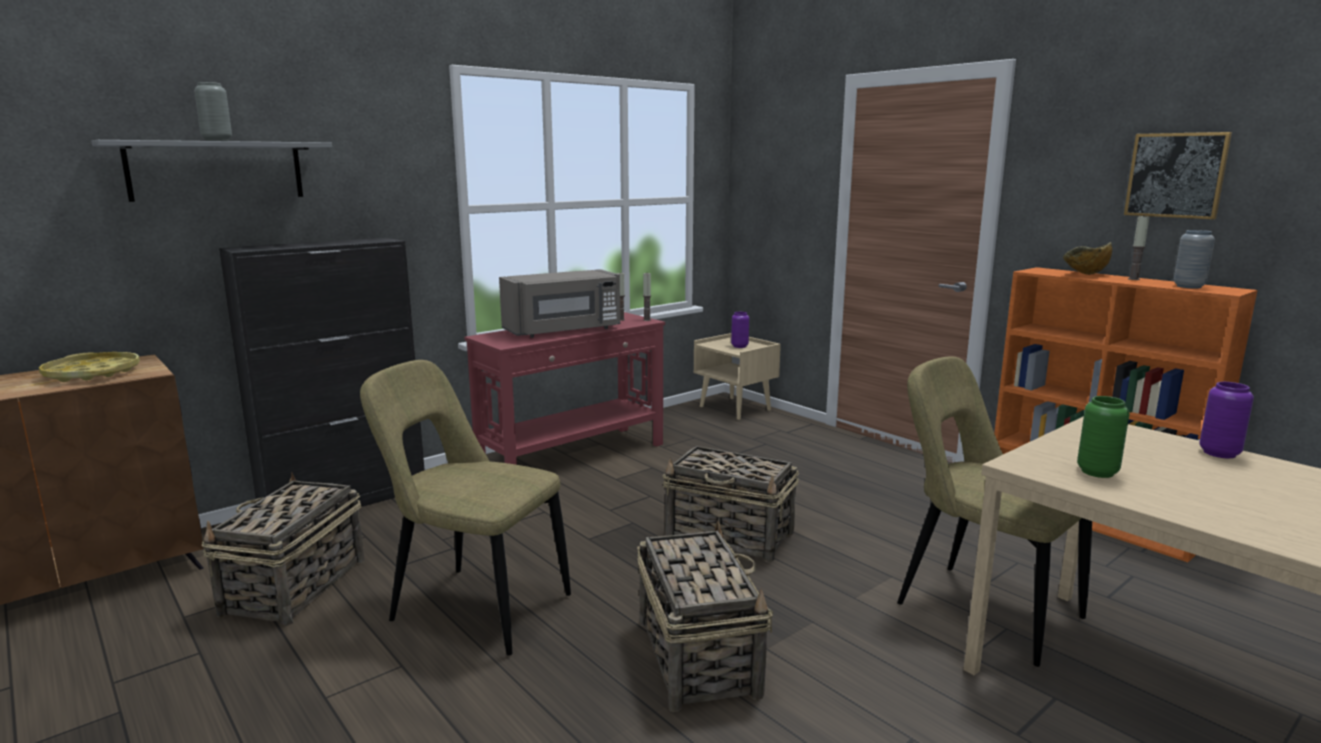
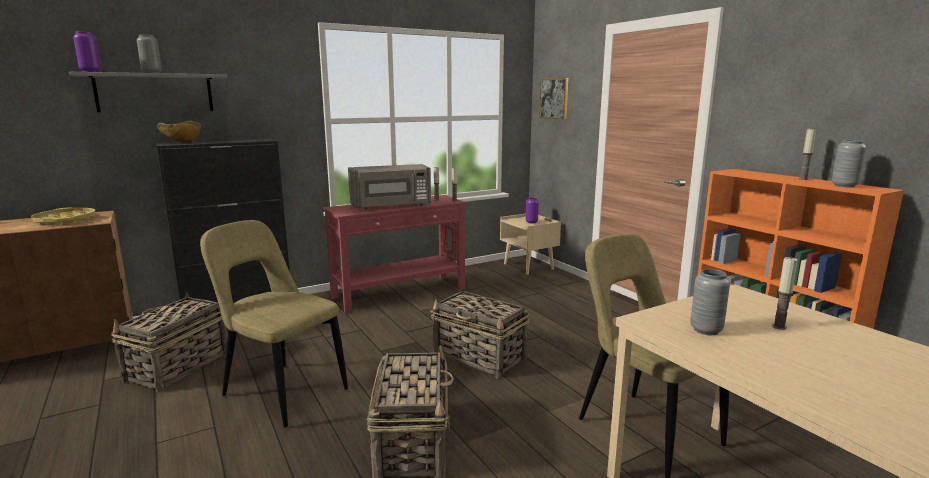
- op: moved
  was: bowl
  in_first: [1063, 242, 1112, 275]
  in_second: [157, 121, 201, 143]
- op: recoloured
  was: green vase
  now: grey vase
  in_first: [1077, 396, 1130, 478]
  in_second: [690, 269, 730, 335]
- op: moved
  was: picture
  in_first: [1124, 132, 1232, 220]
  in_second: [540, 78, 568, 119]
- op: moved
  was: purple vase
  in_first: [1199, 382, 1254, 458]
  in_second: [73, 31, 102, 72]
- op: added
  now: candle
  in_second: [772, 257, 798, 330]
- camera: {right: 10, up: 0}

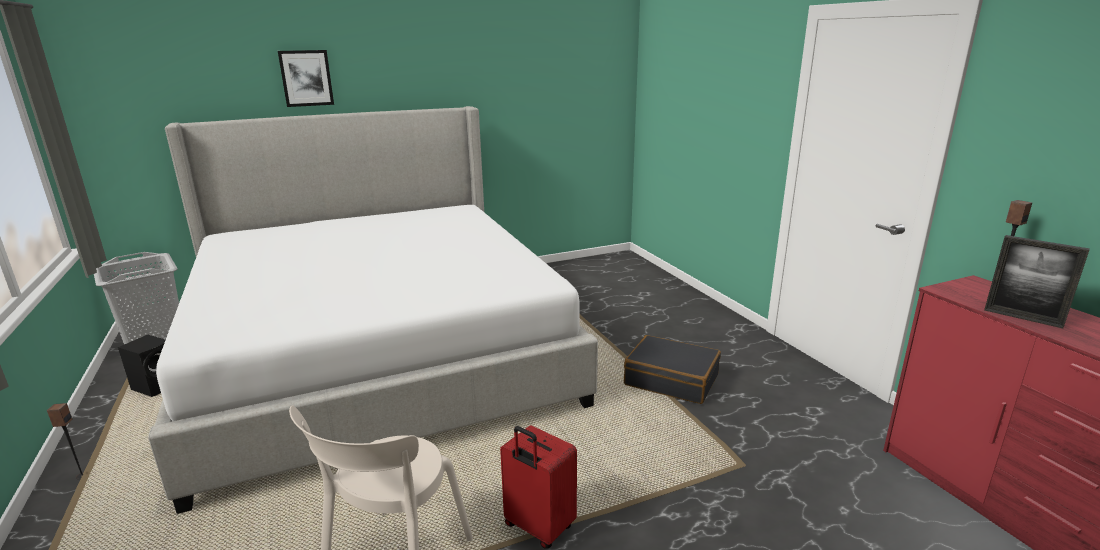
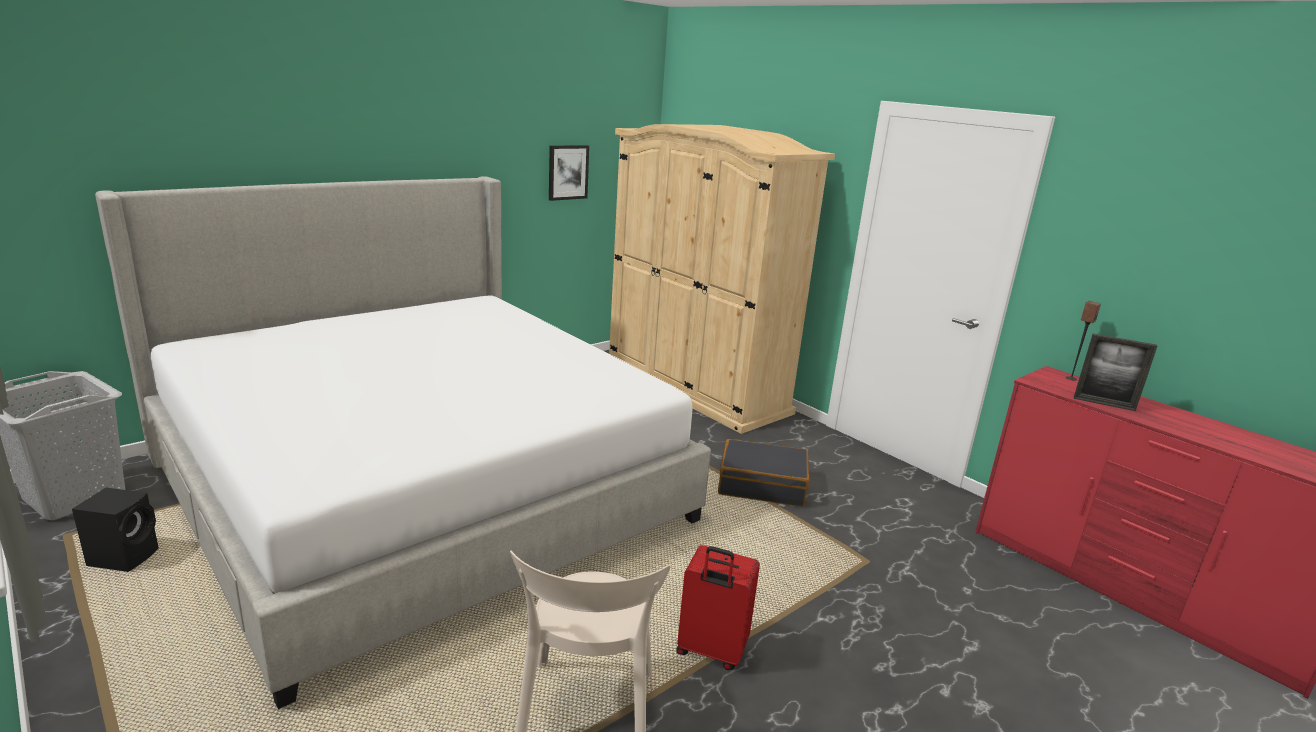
- op: removed
  was: speaker
  in_first: [47, 403, 84, 479]
- op: moved
  was: picture
  in_first: [278, 50, 334, 107]
  in_second: [549, 145, 589, 201]
- op: added
  now: beige wardrobe
  in_second: [609, 124, 835, 434]
- camera: {right: -20, up: 0}

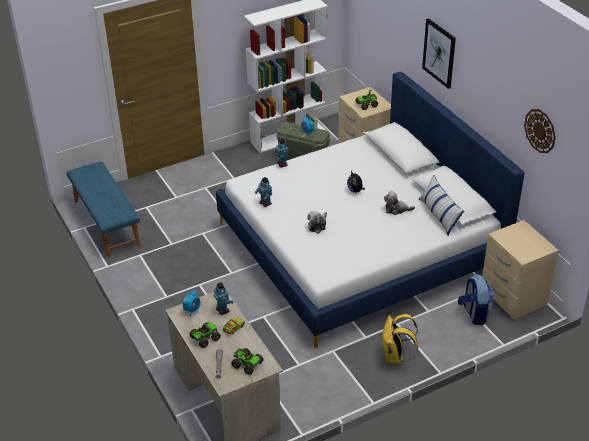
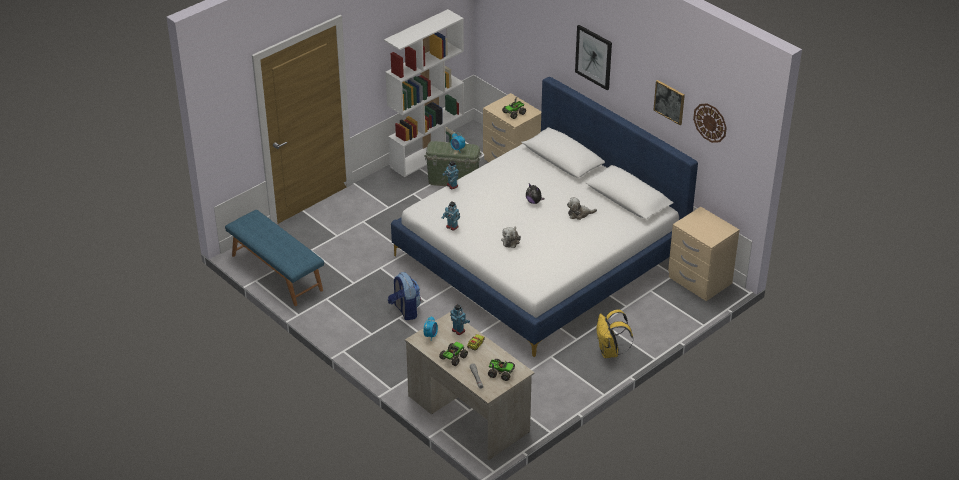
- op: removed
  was: pillow
  in_first: [419, 175, 464, 236]
- op: moved
  was: backpack
  in_first: [458, 275, 494, 325]
  in_second: [388, 272, 421, 320]
- op: added
  now: picture
  in_second: [654, 80, 685, 125]
- camera: {right: -15, up: 0}

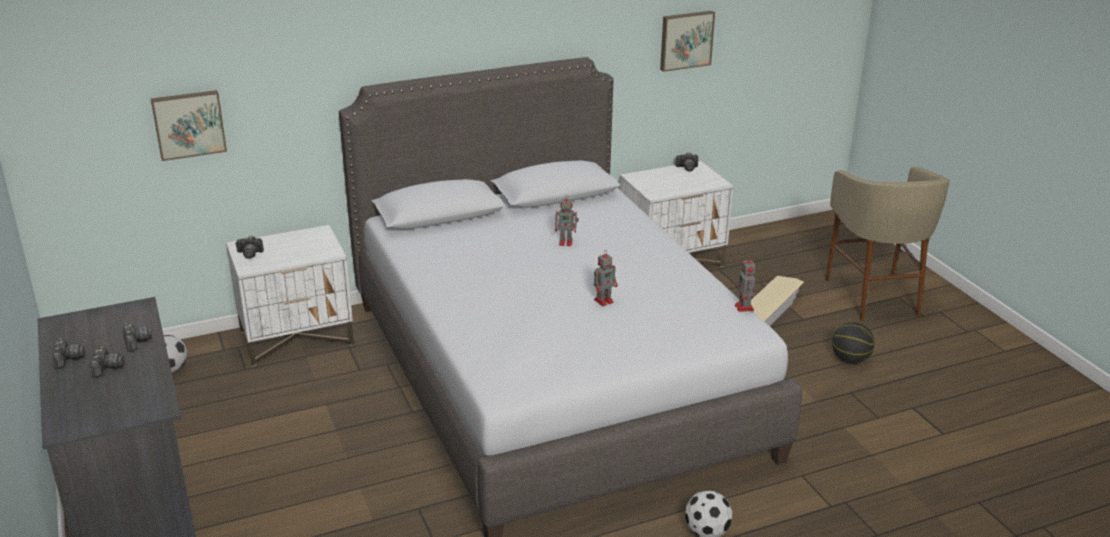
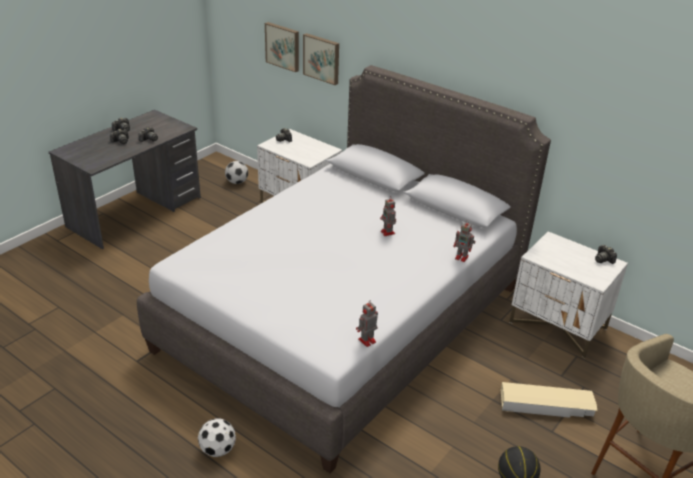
- op: moved
  was: toy robot
  in_first: [594, 251, 618, 306]
  in_second: [454, 220, 476, 262]
- op: moved
  was: picture
  in_first: [660, 11, 715, 72]
  in_second: [303, 33, 339, 85]
- camera: {right: 60, up: 5}

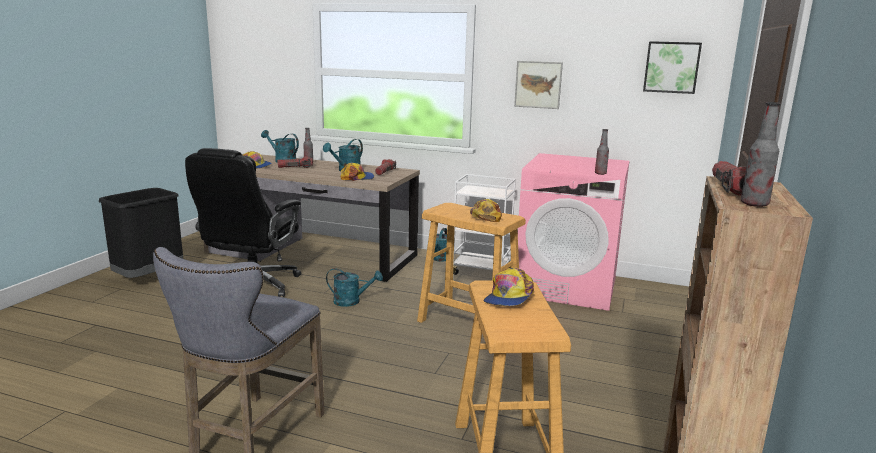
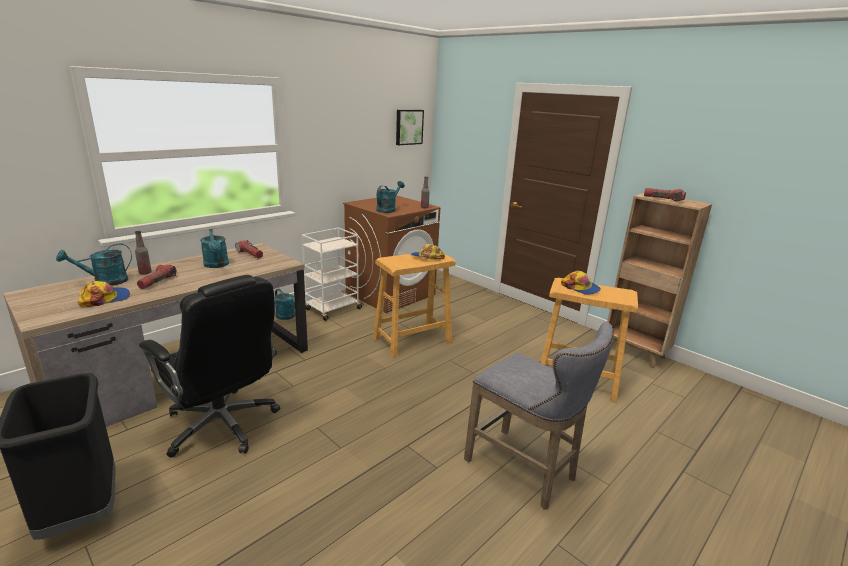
- op: moved
  was: turquoise watering can
  in_first: [326, 268, 383, 307]
  in_second: [376, 181, 405, 213]
- op: removed
  was: cap
  in_first: [340, 163, 374, 181]
- op: removed
  was: picture
  in_first: [514, 61, 563, 109]
- op: recoloured
  was: pink washing machine
  now: brown washing machine
  in_first: [518, 153, 629, 311]
  in_second: [343, 195, 440, 313]
- op: removed
  was: bottle
  in_first: [741, 102, 781, 207]
- camera: {right: -65, up: 5}

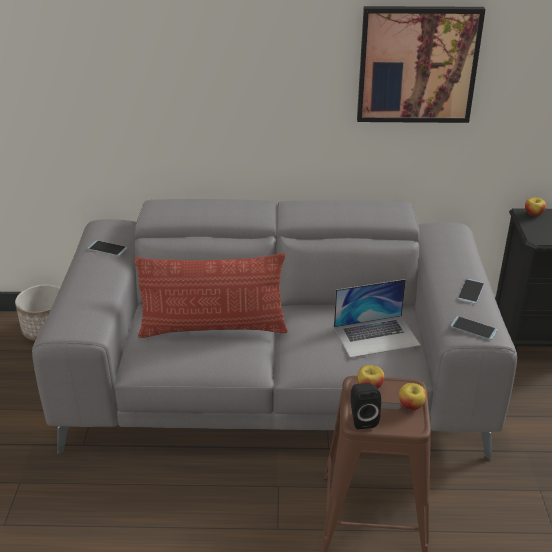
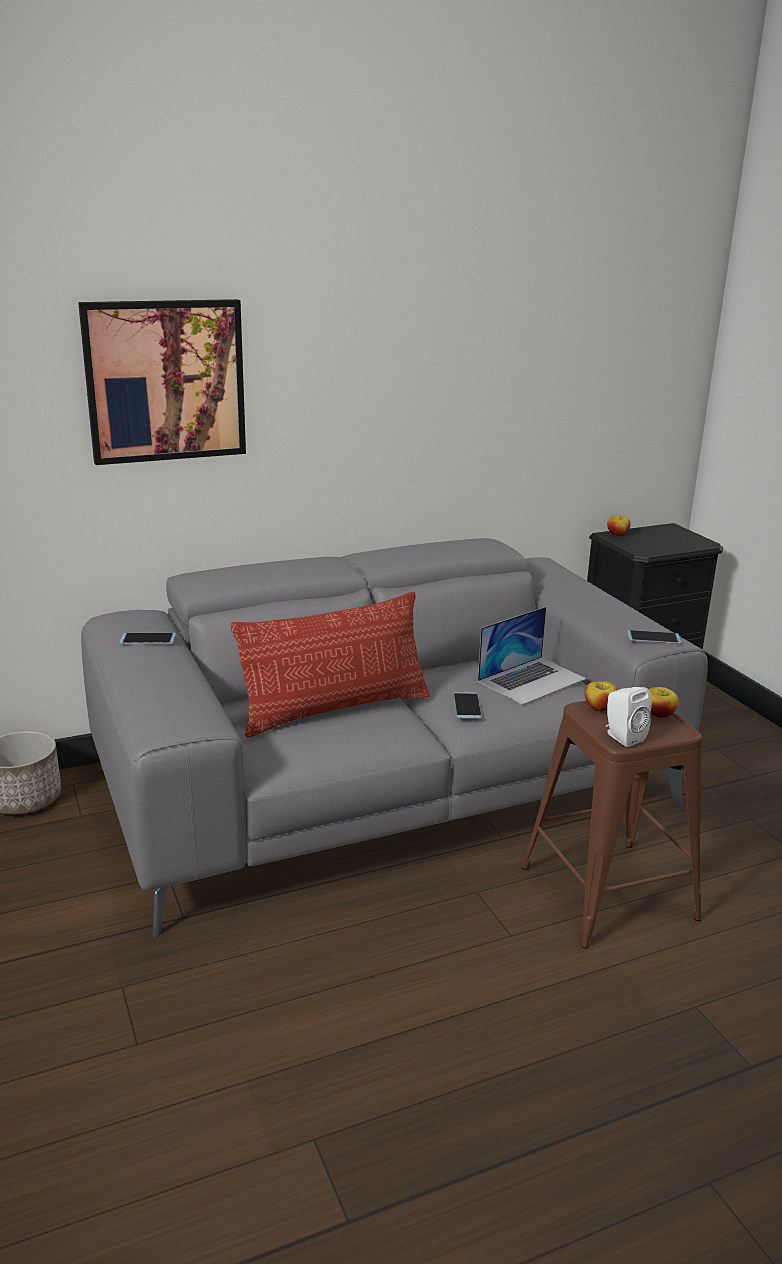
- op: recoloured
  was: black speaker
  now: white speaker
  in_first: [351, 383, 381, 429]
  in_second: [606, 687, 652, 747]
- op: moved
  was: picture
  in_first: [357, 6, 485, 123]
  in_second: [78, 299, 246, 465]
- op: moved
  was: phone
  in_first: [457, 278, 484, 304]
  in_second: [453, 692, 482, 719]
- camera: {right: -25, up: -10}

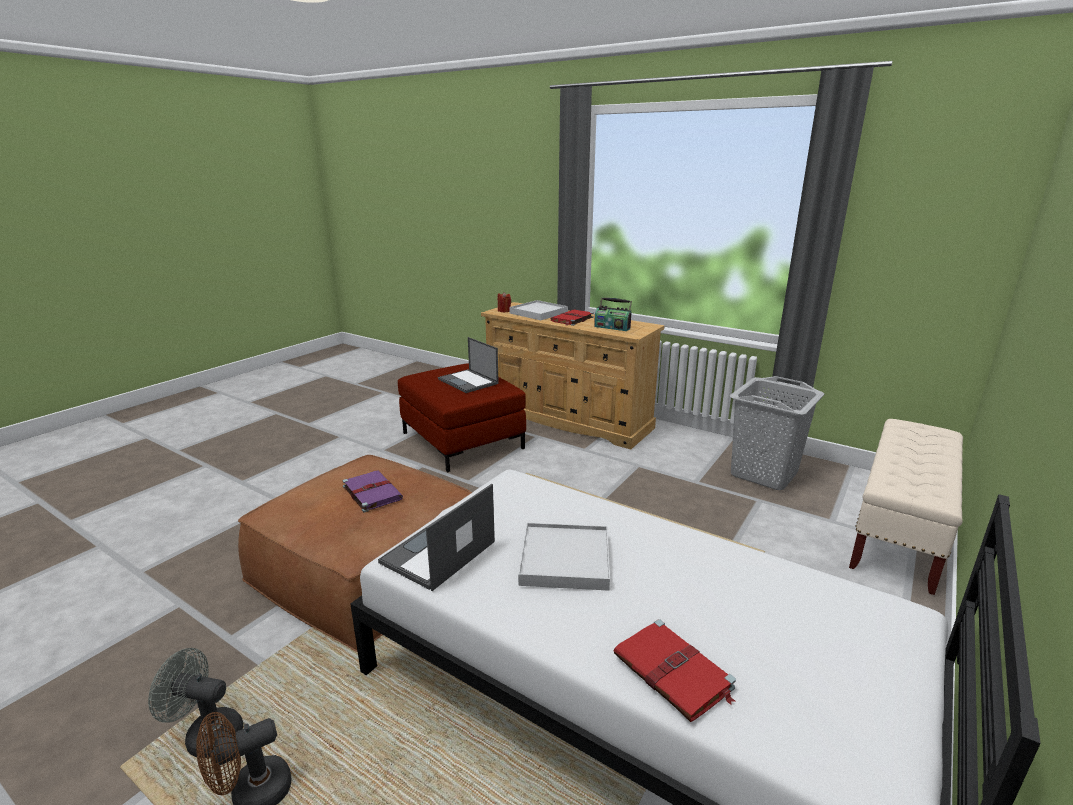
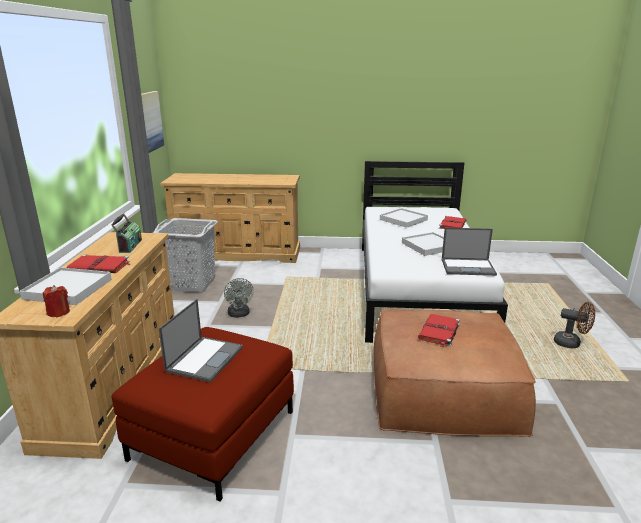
- op: moved
  was: grey fan
  in_first: [148, 648, 243, 758]
  in_second: [224, 278, 254, 318]
- op: recoloured
  was: purple book
  now: red book
  in_first: [342, 471, 403, 513]
  in_second: [418, 314, 460, 347]
- op: replaced
  was: beige bench
  now: beige dresser
  in_first: [849, 419, 963, 595]
  in_second: [160, 173, 300, 263]
- op: added
  now: picture
  in_second: [141, 91, 164, 153]
- op: added
  now: white tray
  in_second: [380, 208, 428, 228]
- camera: {right: -120, up: 0}

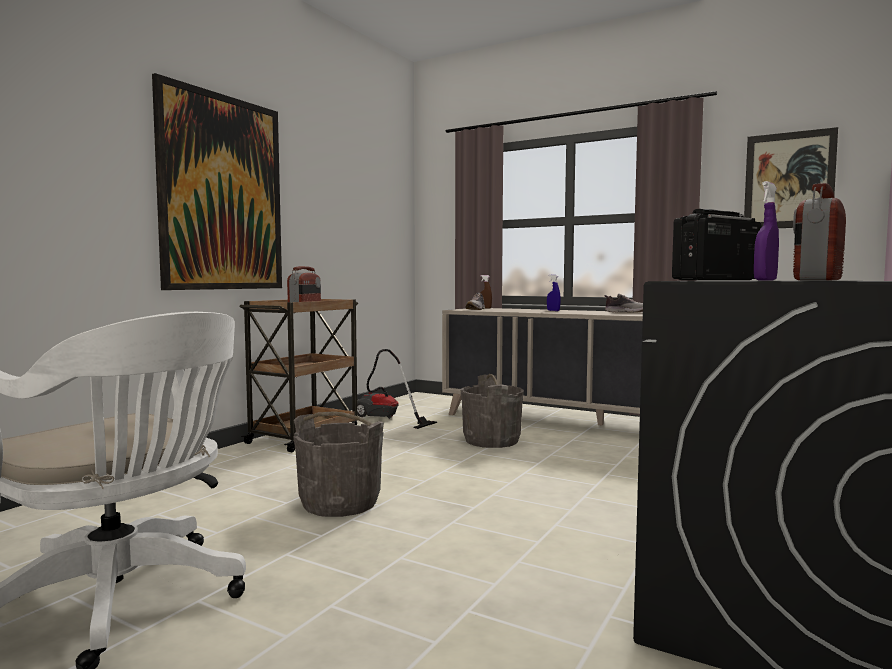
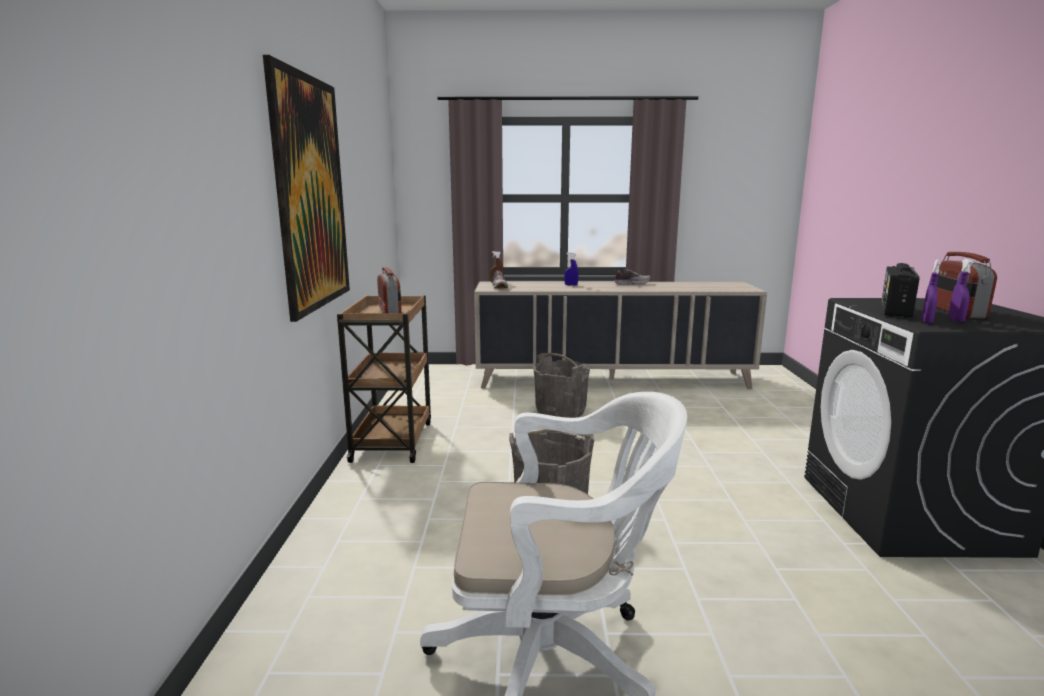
- op: removed
  was: vacuum cleaner
  in_first: [357, 349, 437, 429]
- op: removed
  was: picture
  in_first: [744, 127, 838, 228]
- op: added
  now: purple spray bottle
  in_second: [922, 259, 941, 324]
- camera: {right: -30, up: 10}

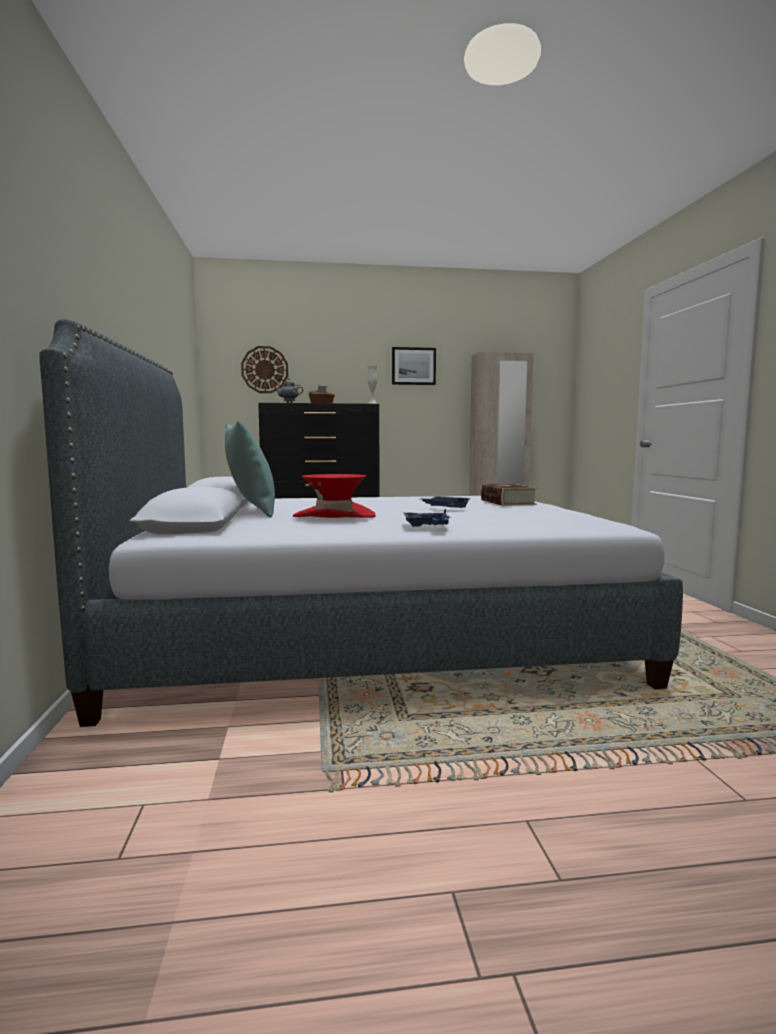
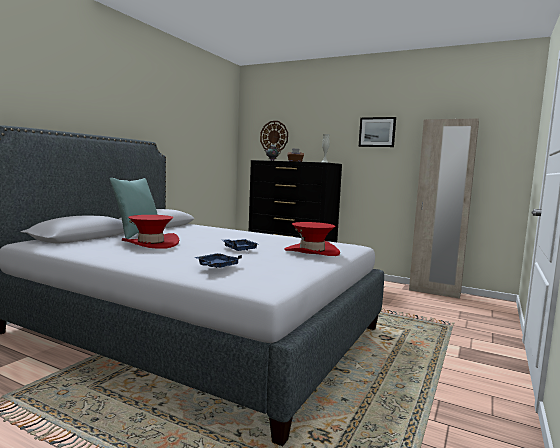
- op: moved
  was: blue tray
  in_first: [404, 509, 451, 527]
  in_second: [194, 253, 242, 268]
- op: replaced
  was: book
  now: red hat
  in_first: [481, 484, 537, 506]
  in_second: [284, 222, 340, 256]
- camera: {right: 35, up: 0}

